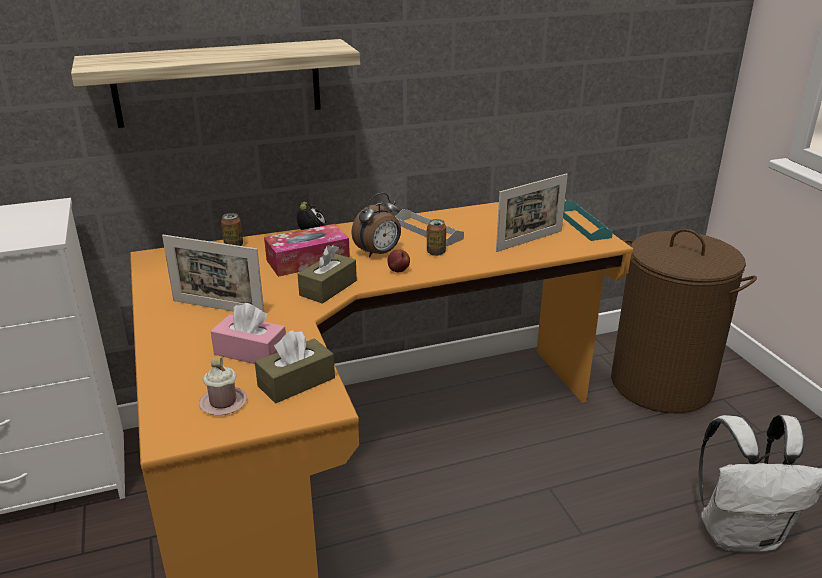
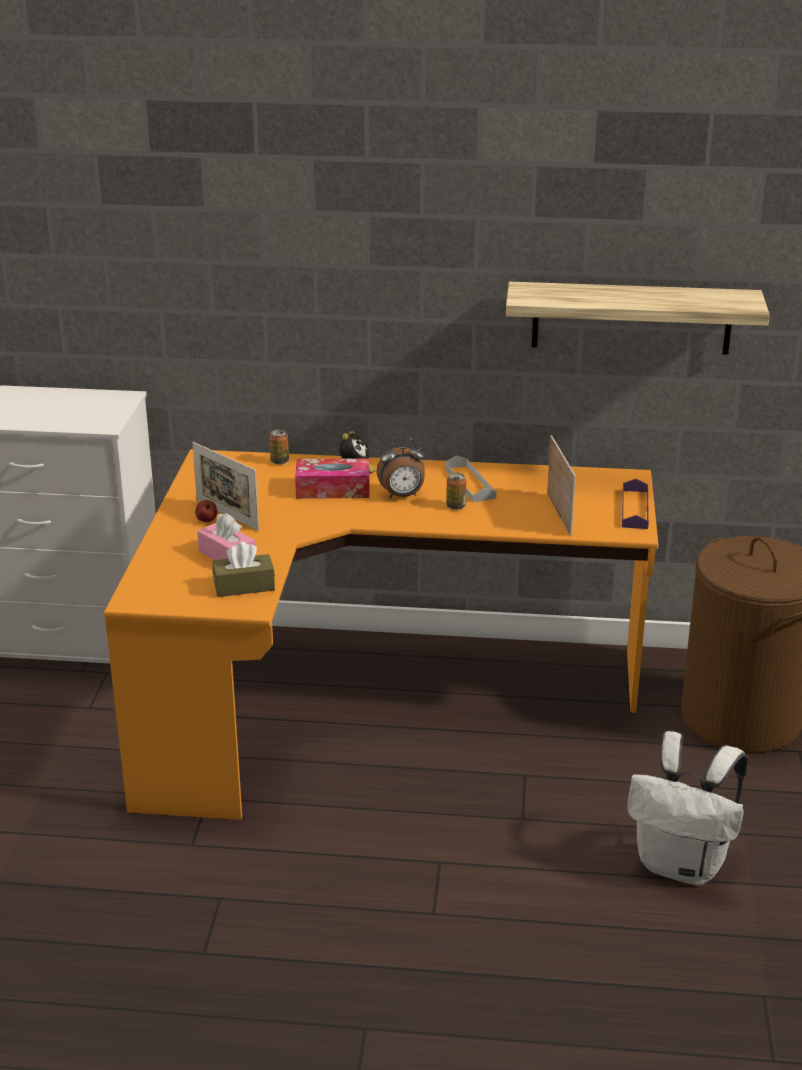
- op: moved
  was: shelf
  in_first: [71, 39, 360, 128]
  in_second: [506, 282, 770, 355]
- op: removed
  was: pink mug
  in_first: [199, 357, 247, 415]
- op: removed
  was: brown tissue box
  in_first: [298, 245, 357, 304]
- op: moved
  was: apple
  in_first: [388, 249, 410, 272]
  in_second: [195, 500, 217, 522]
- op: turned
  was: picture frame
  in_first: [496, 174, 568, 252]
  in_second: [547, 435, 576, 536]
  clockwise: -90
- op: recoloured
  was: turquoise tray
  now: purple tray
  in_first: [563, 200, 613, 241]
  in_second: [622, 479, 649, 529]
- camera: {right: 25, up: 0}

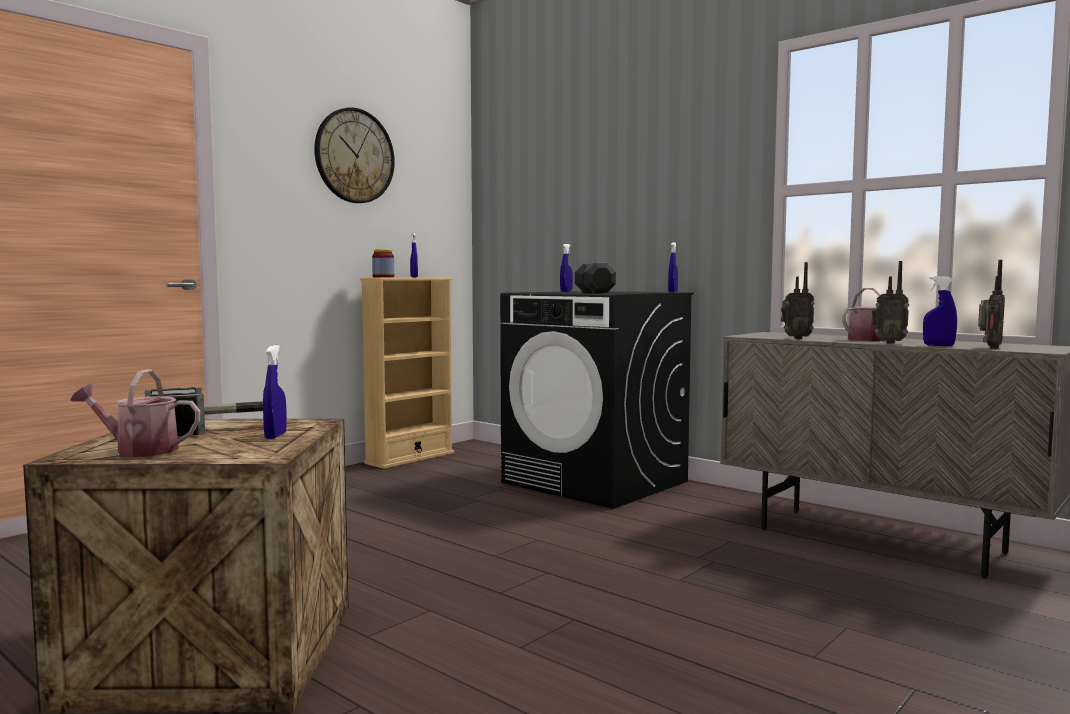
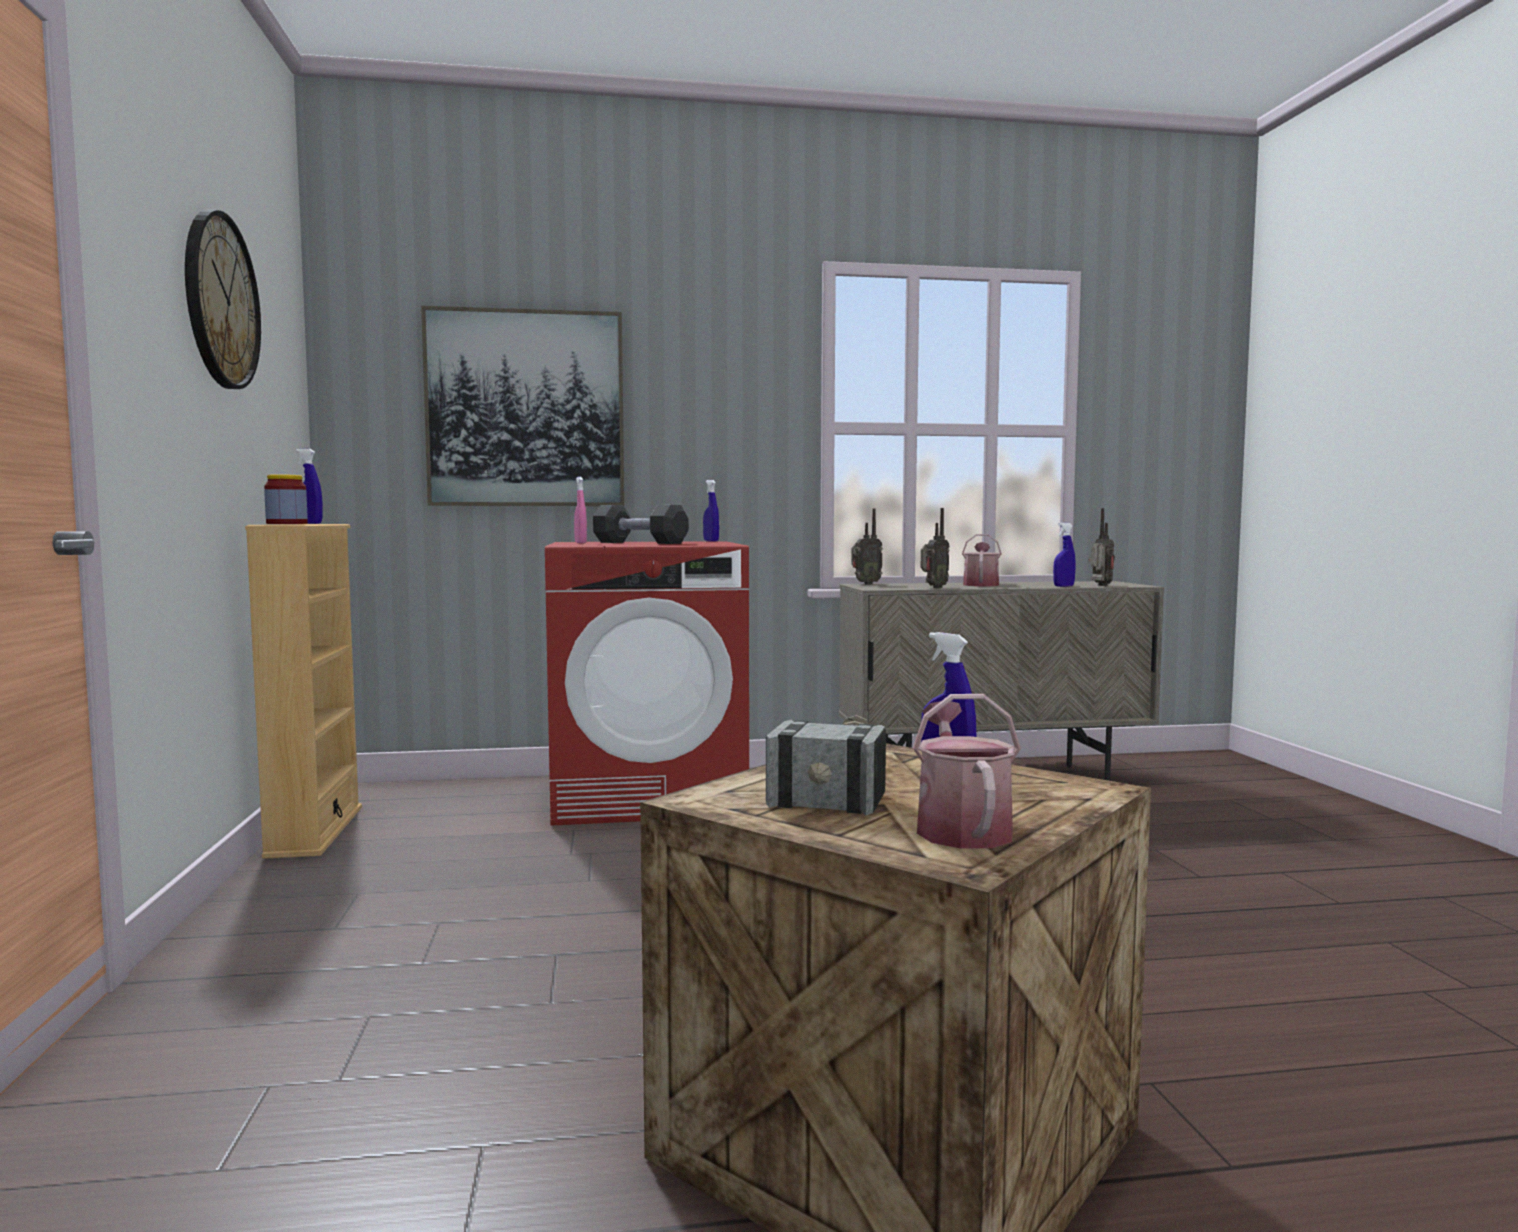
- op: turned
  was: watering can
  in_first: [70, 369, 200, 457]
  in_second: [913, 694, 1021, 849]
  clockwise: 135
- op: recoloured
  was: black washing machine
  now: red washing machine
  in_first: [500, 291, 694, 509]
  in_second: [545, 541, 749, 825]
- op: recoloured
  was: blue spray bottle
  now: pink spray bottle
  in_first: [560, 244, 573, 292]
  in_second: [574, 477, 587, 543]
- op: moved
  was: radio
  in_first: [871, 261, 909, 344]
  in_second: [851, 509, 883, 585]
- op: added
  now: picture
  in_second: [421, 306, 624, 506]
- camera: {right: -50, up: 0}

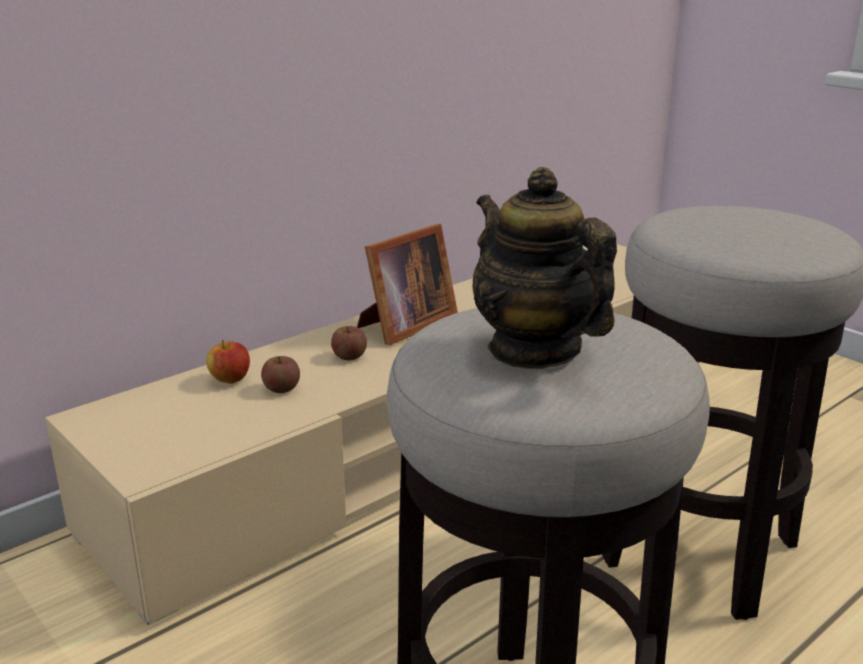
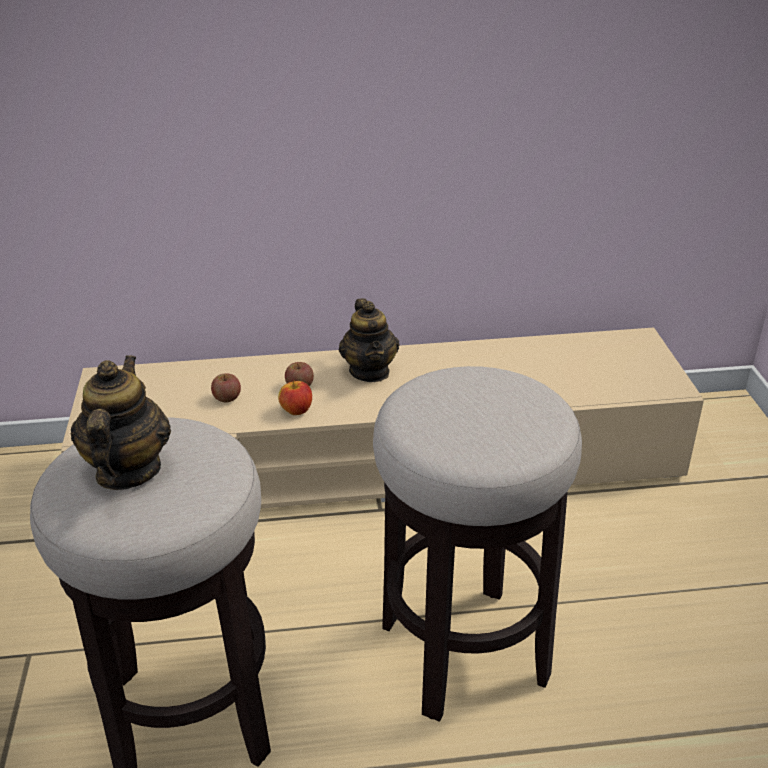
- op: moved
  was: apple
  in_first: [206, 340, 250, 384]
  in_second: [278, 380, 312, 415]
- op: replaced
  was: picture frame
  now: teapot
  in_first: [357, 224, 458, 345]
  in_second: [339, 298, 400, 382]
- camera: {right: 35, up: 10}

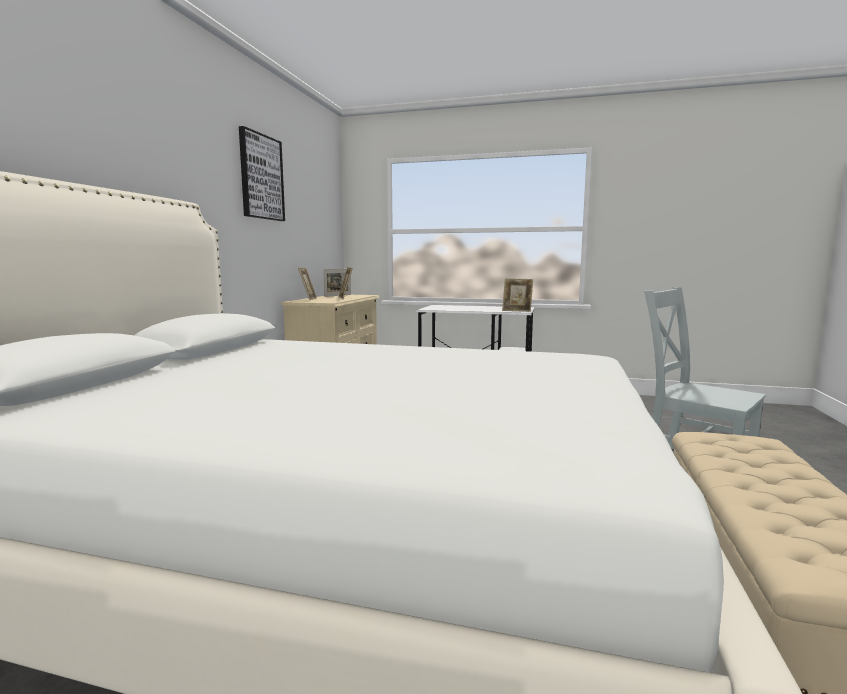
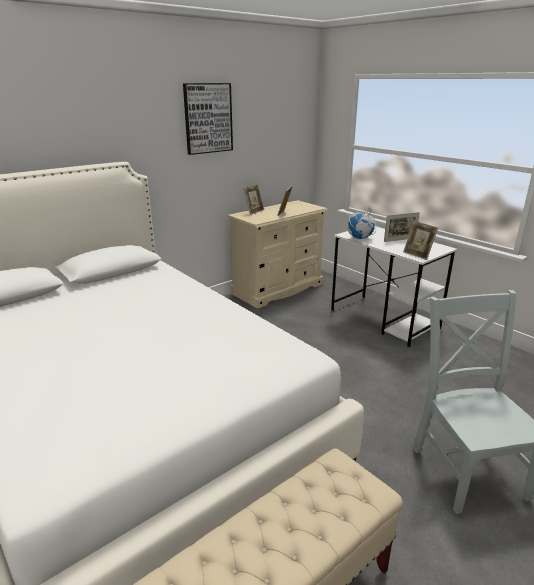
- op: moved
  was: picture frame
  in_first: [323, 269, 351, 297]
  in_second: [384, 212, 420, 242]
- op: added
  now: globe
  in_second: [347, 207, 376, 239]
- camera: {right: 35, up: 15}

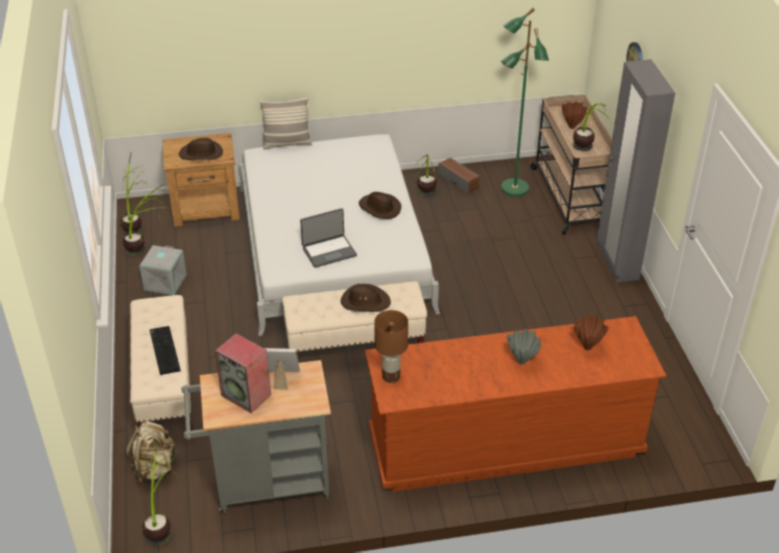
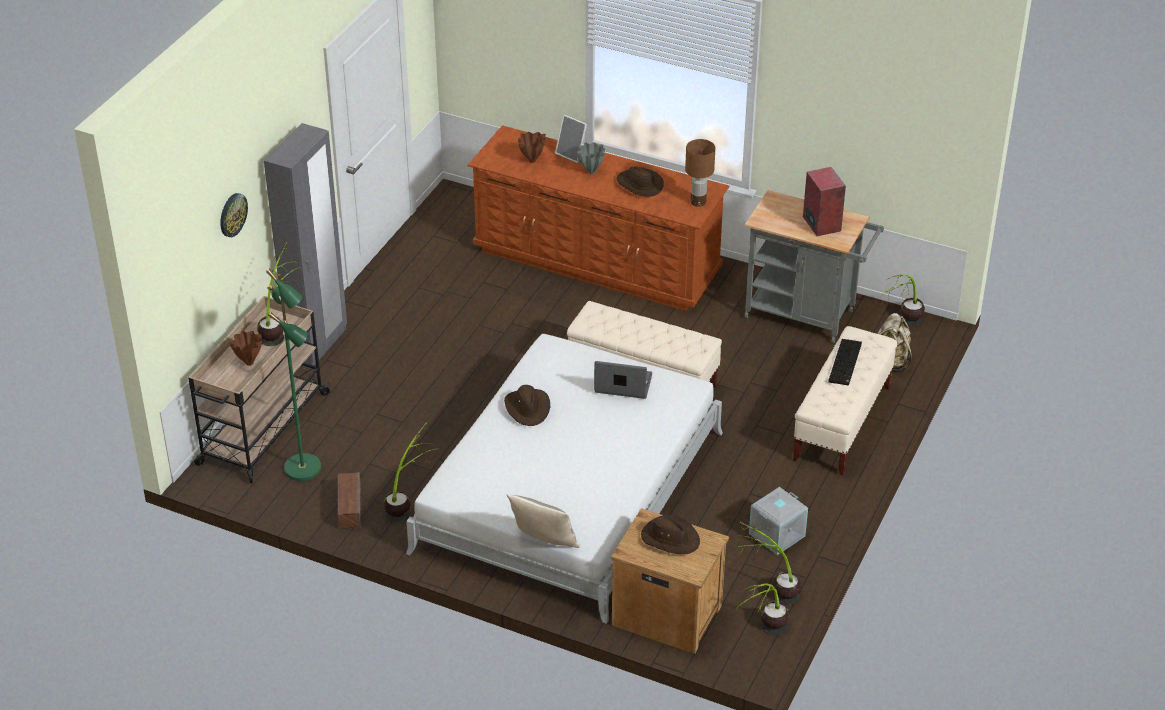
- op: moved
  was: picture frame
  in_first: [265, 348, 300, 390]
  in_second: [555, 114, 587, 163]
- op: moved
  was: brown hat
  in_first: [341, 284, 391, 312]
  in_second: [617, 166, 664, 197]
- camera: {right: -145, up: 0}

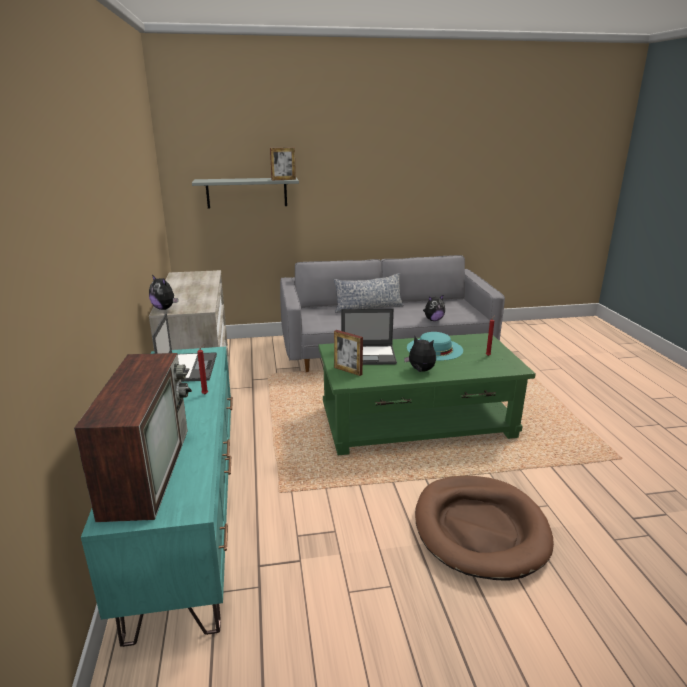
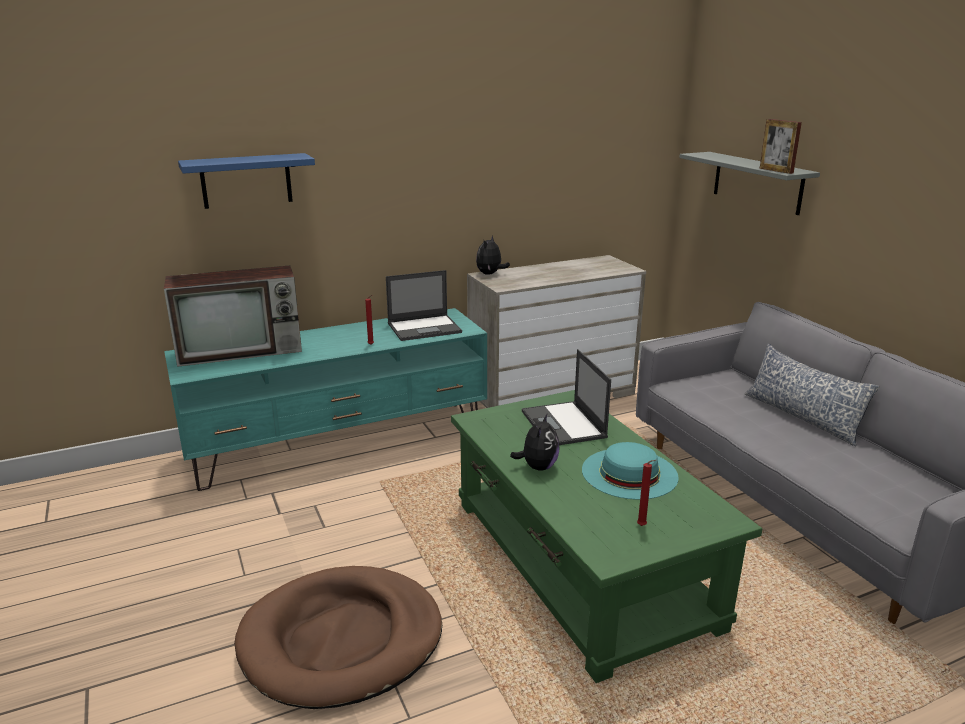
- op: removed
  was: picture frame
  in_first: [334, 330, 363, 376]
- op: removed
  was: plush toy
  in_first: [423, 295, 445, 321]
- op: added
  now: blue shelf
  in_second: [178, 153, 315, 209]
- camera: {right: 75, up: 0}

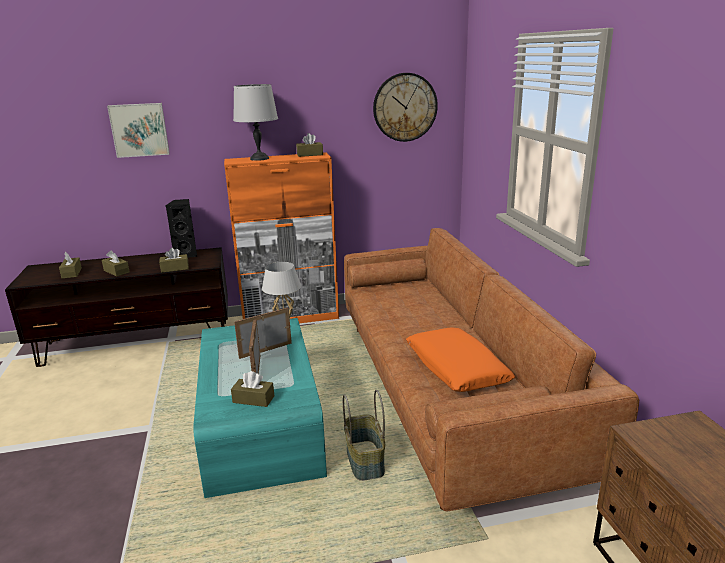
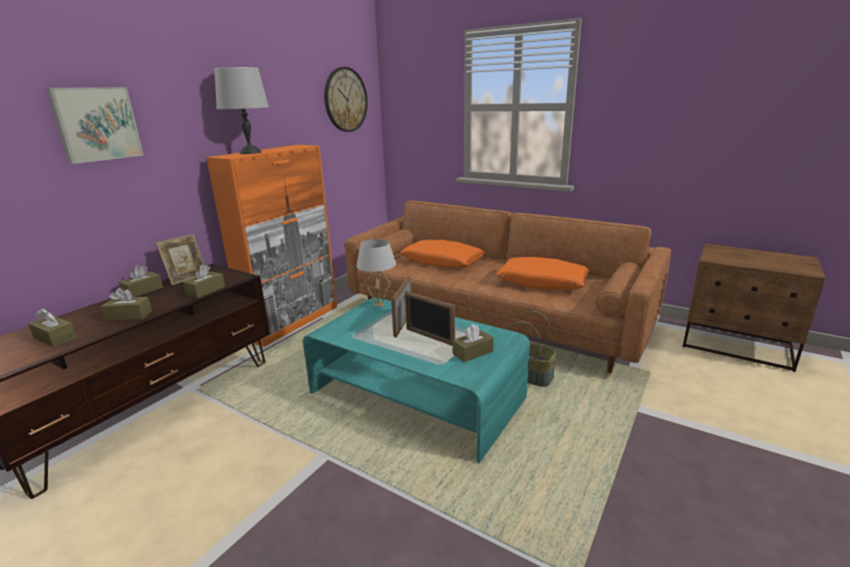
- op: replaced
  was: black speaker
  now: picture frame
  in_first: [166, 199, 197, 257]
  in_second: [156, 234, 205, 285]
- op: moved
  was: brown tissue box
  in_first: [296, 133, 323, 157]
  in_second: [119, 265, 163, 297]
- op: added
  now: orange pillow
  in_second: [401, 240, 485, 267]
- camera: {right: -45, up: 0}

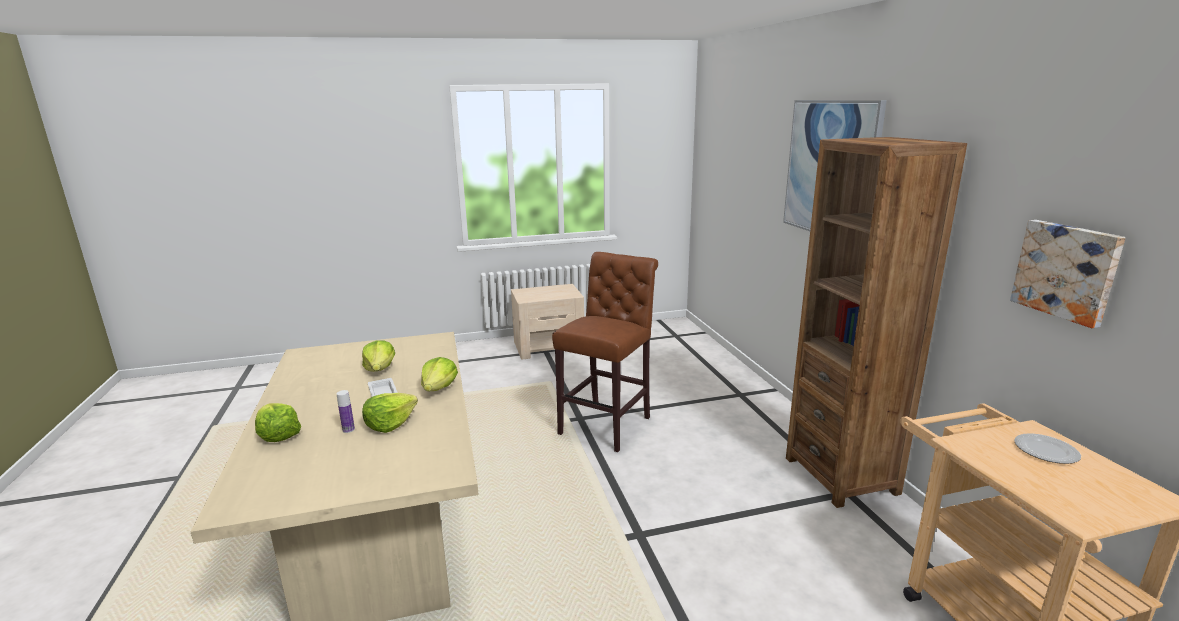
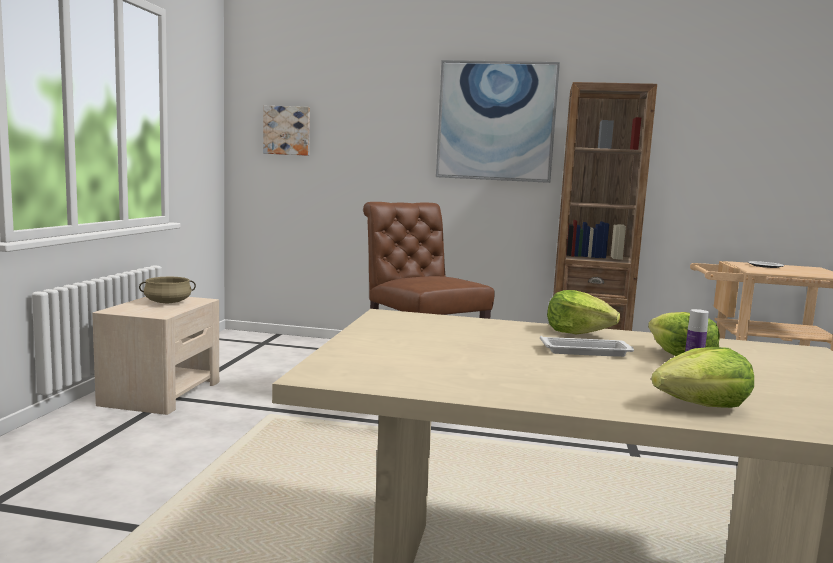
- op: removed
  was: lettuce
  in_first: [362, 341, 395, 372]
- op: moved
  was: picture
  in_first: [1010, 220, 1126, 328]
  in_second: [263, 106, 310, 156]
- op: added
  now: beige cooking pot
  in_second: [139, 277, 196, 303]
- camera: {right: -65, up: -10}

